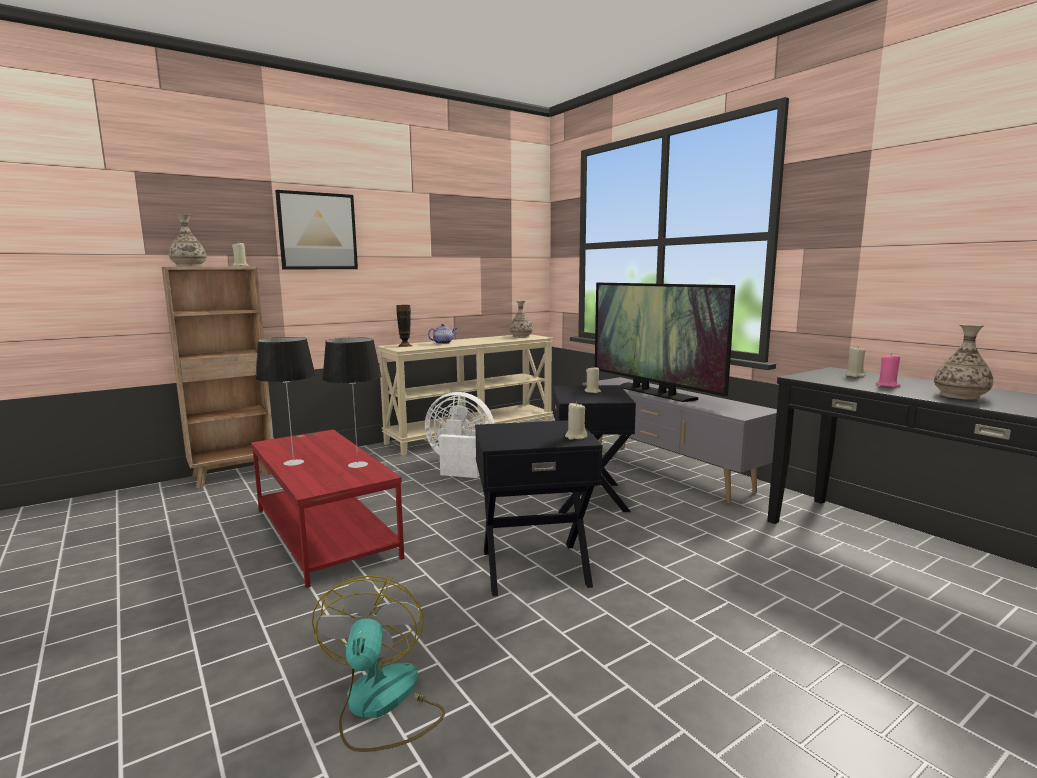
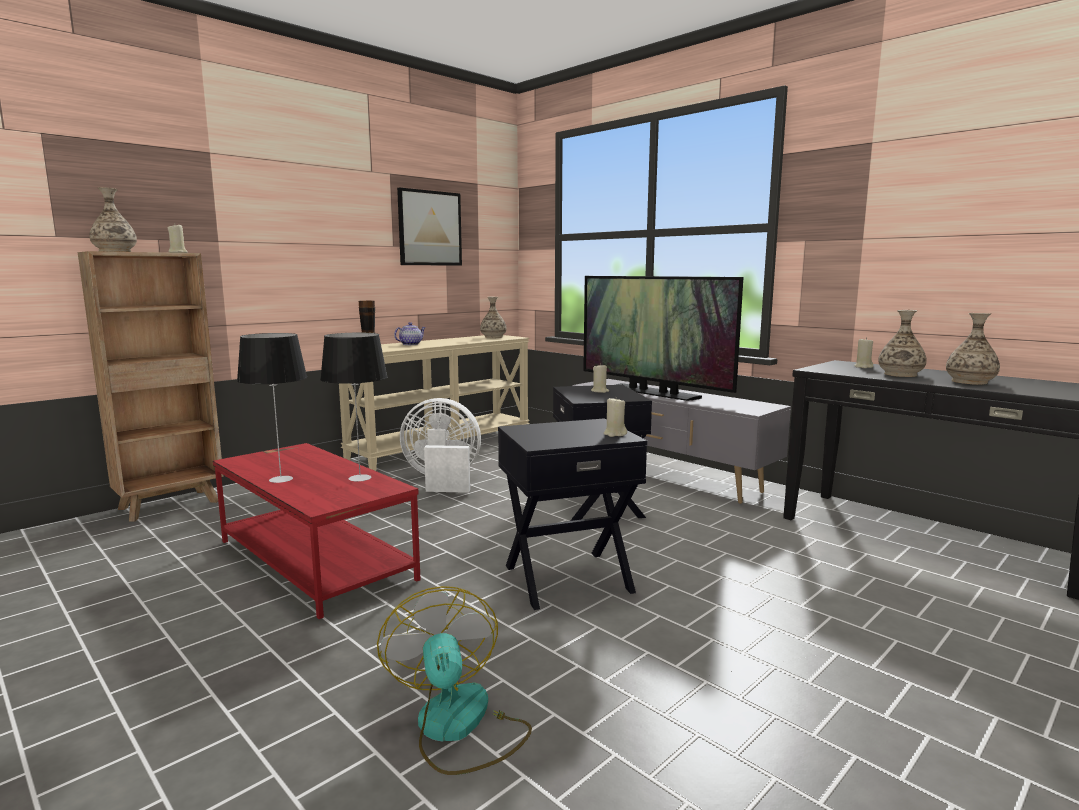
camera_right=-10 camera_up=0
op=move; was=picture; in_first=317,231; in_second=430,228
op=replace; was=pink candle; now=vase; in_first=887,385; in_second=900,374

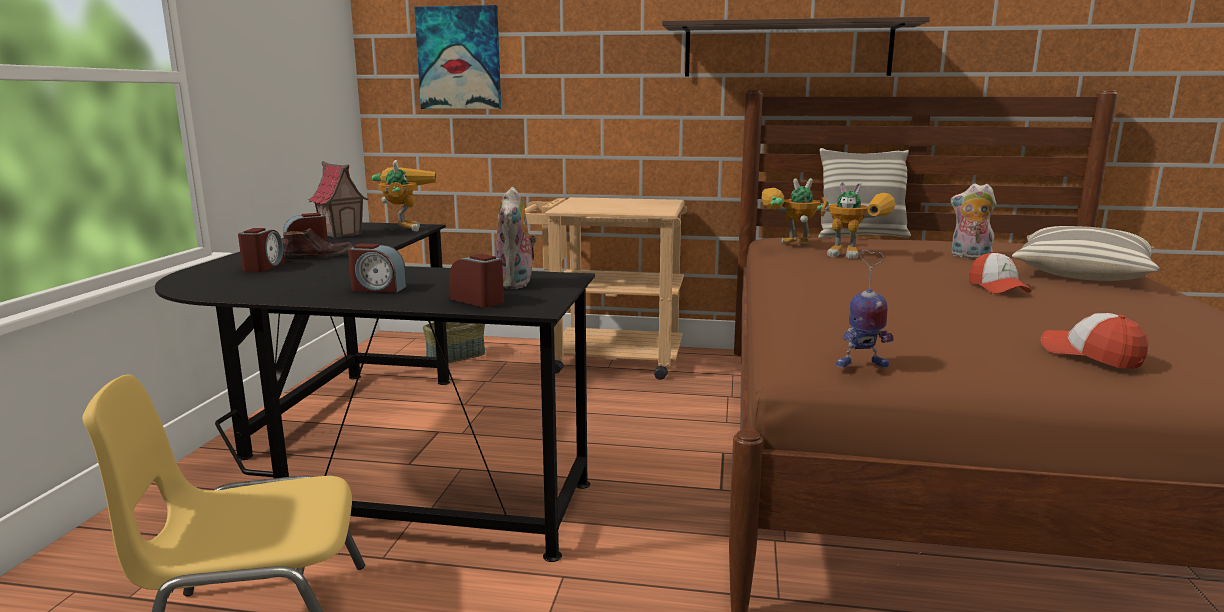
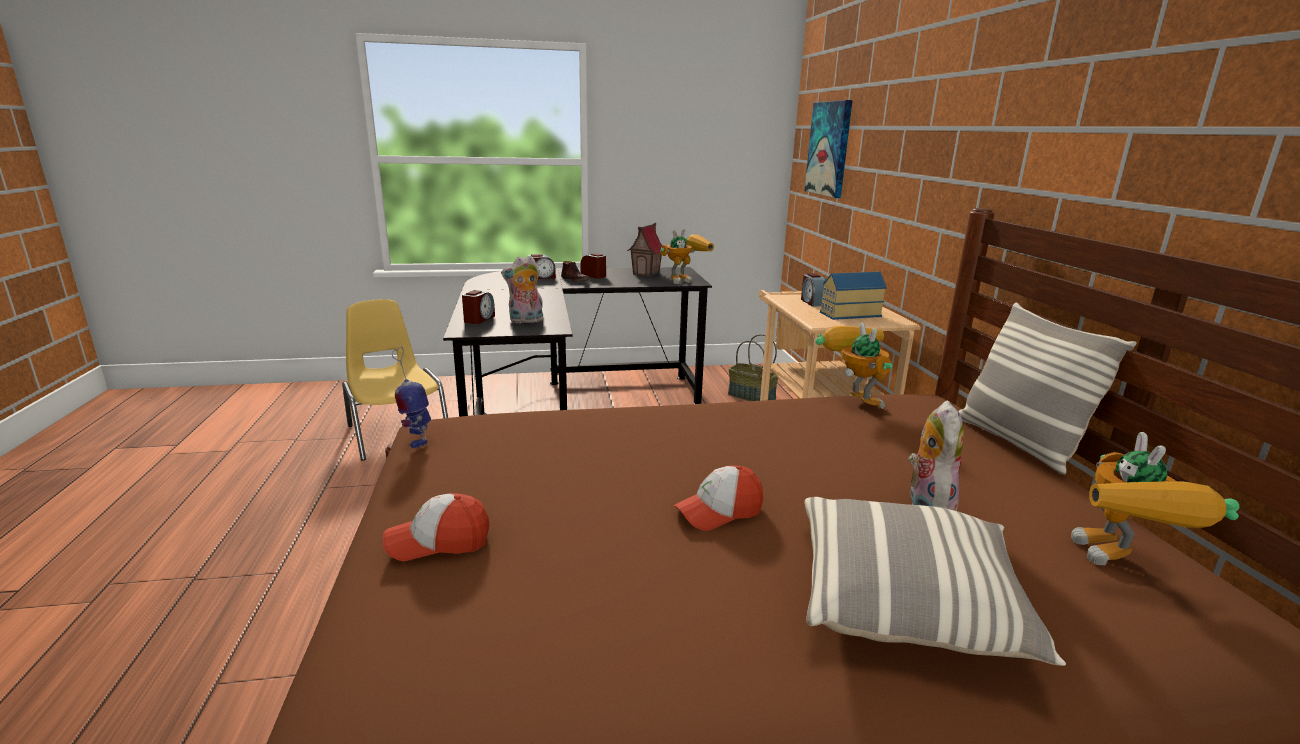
camera_right=70 camera_up=5
op=rotate; was=cap; in_first=1091,355; in_second=438,542; clockwise=-135
op=move; was=alarm clock; in_first=378,288; in_second=813,302
op=insert; now=toy house; in_second=848,313
op=move; was=toy robot; in_first=857,256; in_second=1121,565
op=delete; was=shelf; in_first=787,50

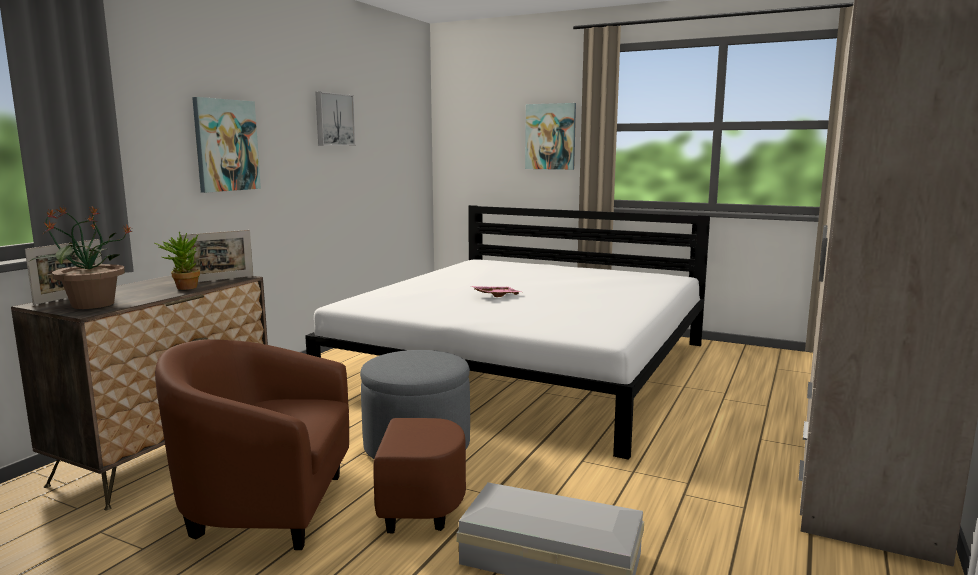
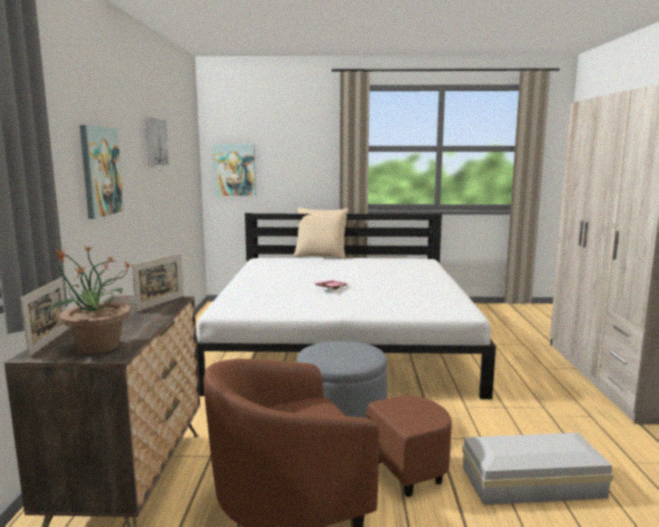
camera_right=-25 camera_up=0
op=move; was=picture; in_first=550,136; in_second=234,170
op=insert; now=beige pillow; in_second=321,256
op=delete; was=potted plant; in_first=182,288

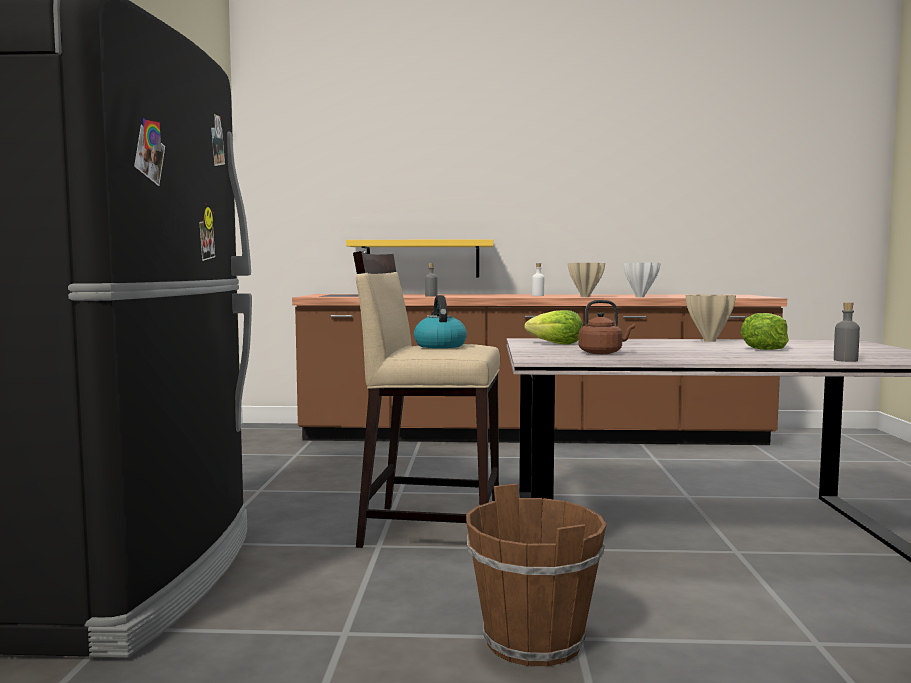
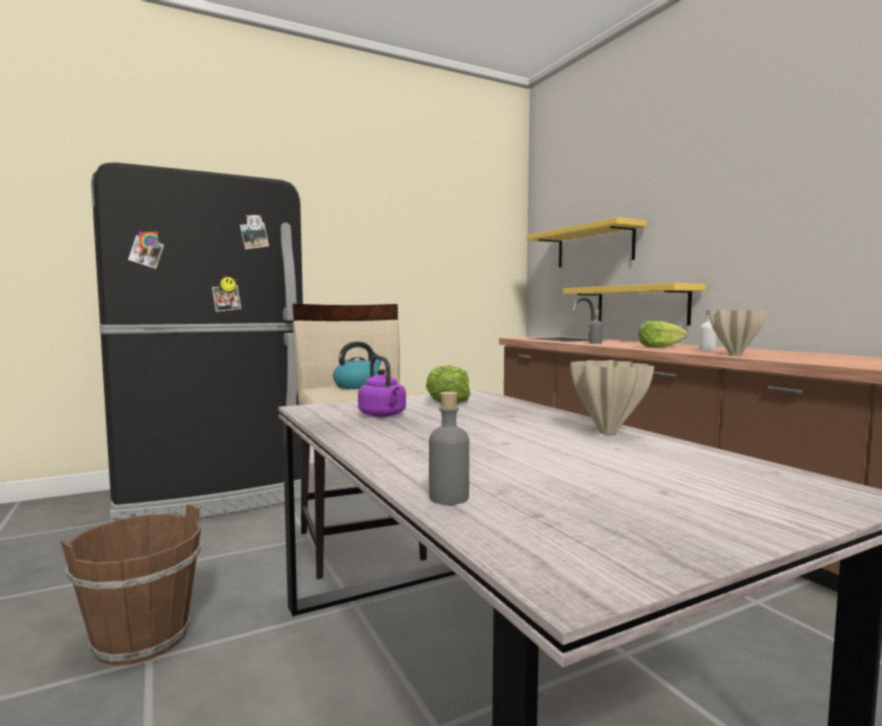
camera_right=60 camera_up=0
op=recolor; was=brown kettle; now=purple kettle; in_first=602,353; in_second=383,415
op=insert; now=yellow shelf; in_second=594,246
op=move; was=lettuce; in_first=765,348; in_second=658,347
op=delete; was=white vase; in_first=640,297

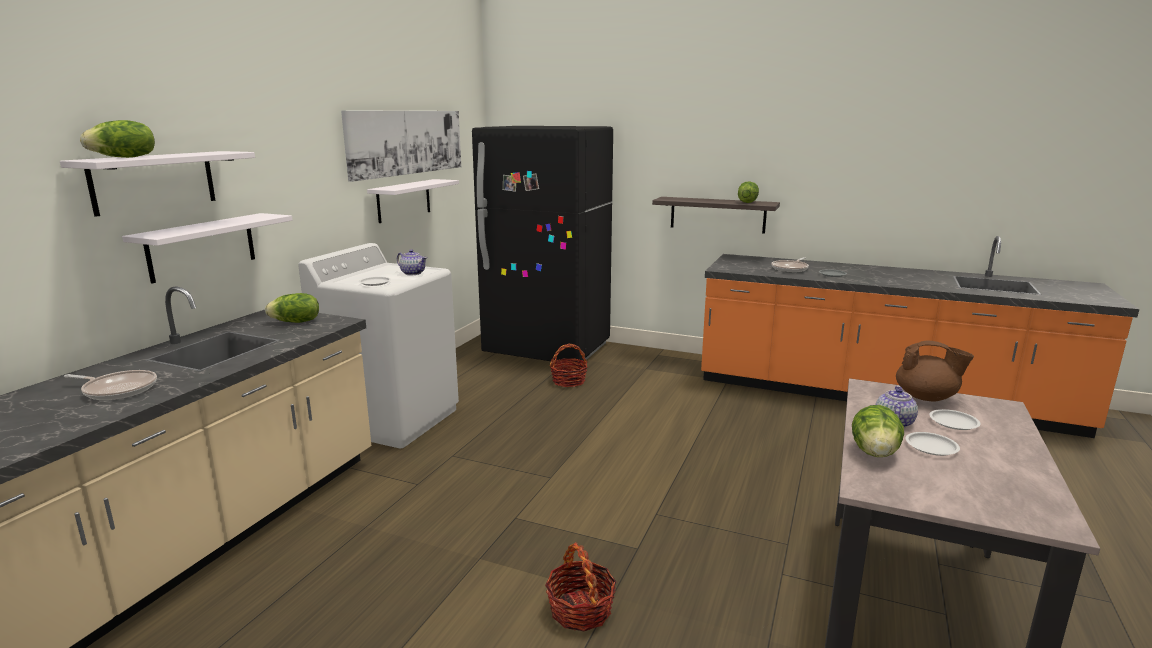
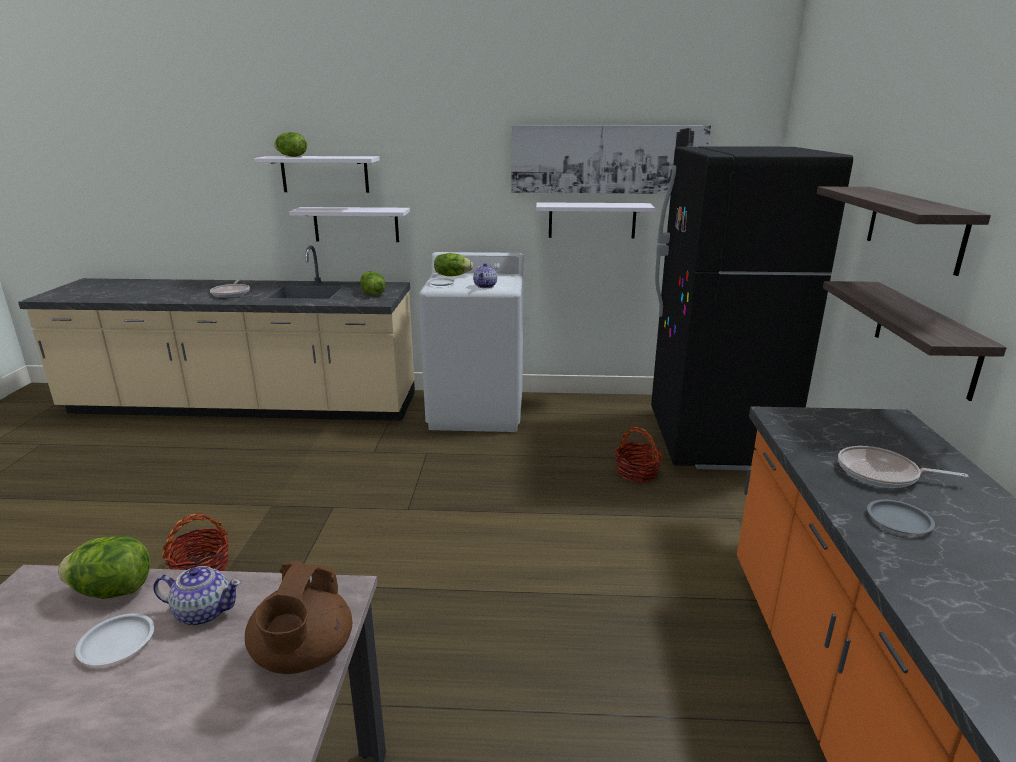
camera_right=70 camera_up=5
op=move; was=lettuce; in_first=747,202; in_second=452,275
op=insert; now=shelf; in_second=914,227
op=delete; was=white plate; in_first=953,423

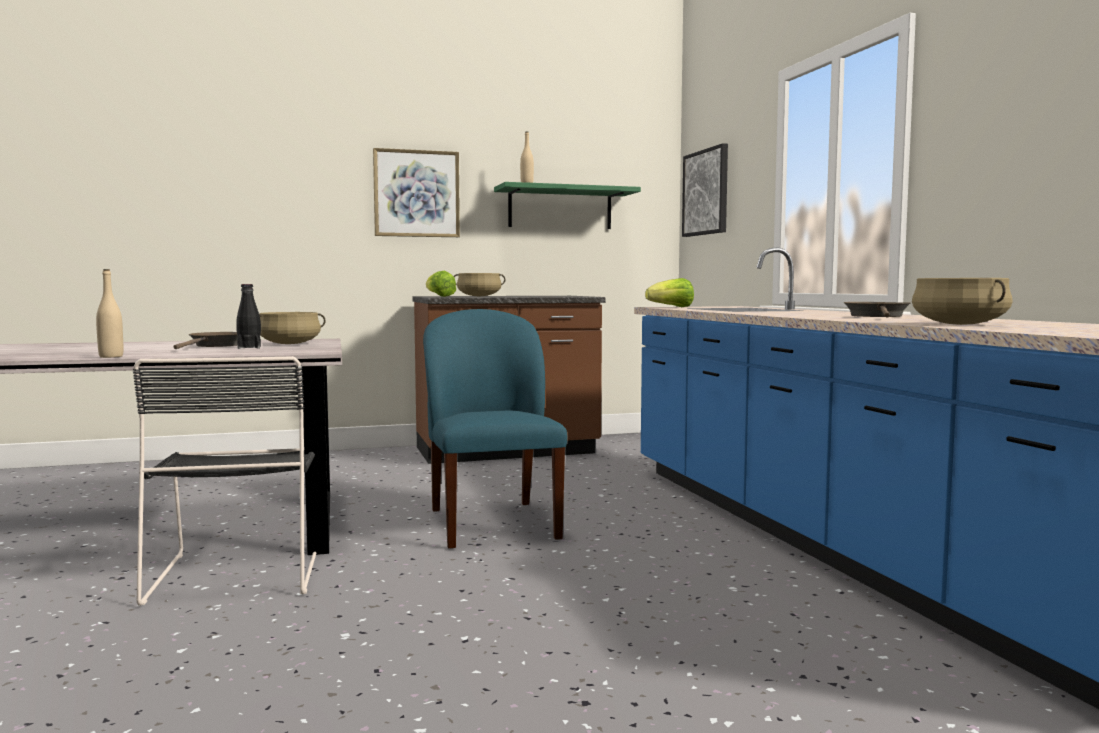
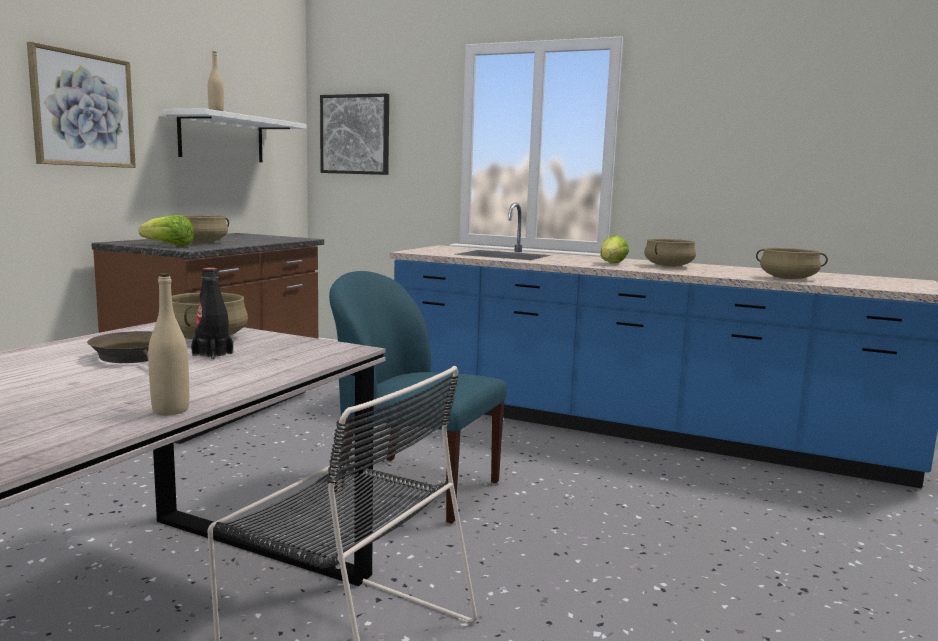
camera_right=-50 camera_up=5
op=recolor; was=green shelf; now=white shelf; in_first=560,208; in_second=222,138
op=move; was=lettuce; in_first=672,307; in_second=611,264
op=replace; was=brown frying pan; now=beige cooking pot; in_first=877,316; in_second=668,266

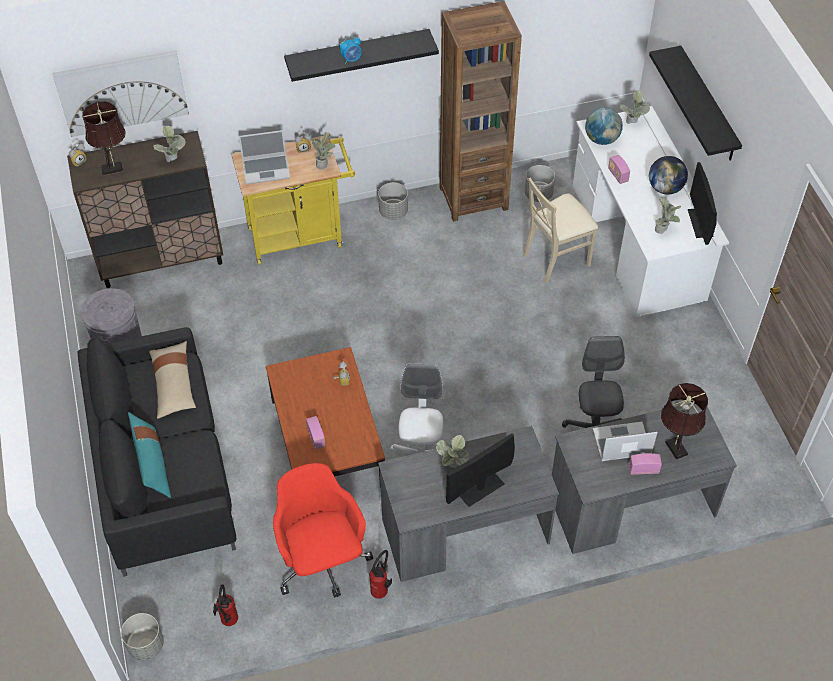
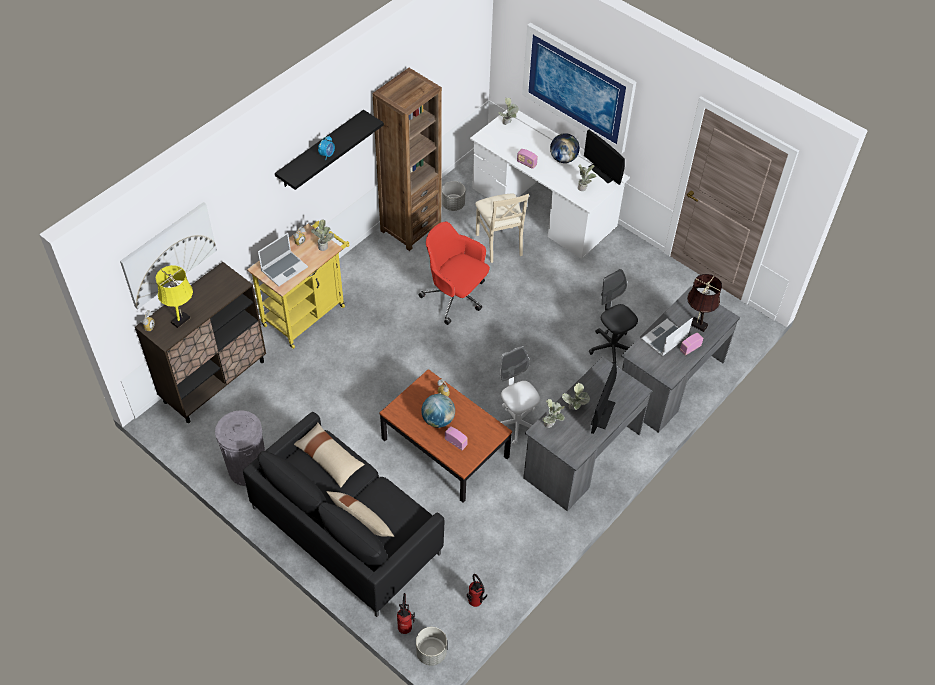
camera_right=-35 camera_up=0
op=recolor; was=brown table lamp; now=yellow table lamp; in_first=114,168; in_second=182,319
op=recolor; was=turquoise pillow; now=beige pillow; in_first=152,464; in_second=361,521
op=move; was=fire extinguisher; in_first=381,591; in_second=406,626
op=move; was=red office chair; in_first=322,561; in_second=455,297
op=move; was=globe; in_first=601,139; in_second=438,420
op=rotate; was=beige chair; in_first=556,258; in_second=499,244; clockwise=-45
op=replace; was=black shelf; now=picture; in_first=708,105; in_second=577,87
op=move; was=potted plant; in_first=173,161; in_second=551,424
op=delete; was=grey planter; in_first=393,212

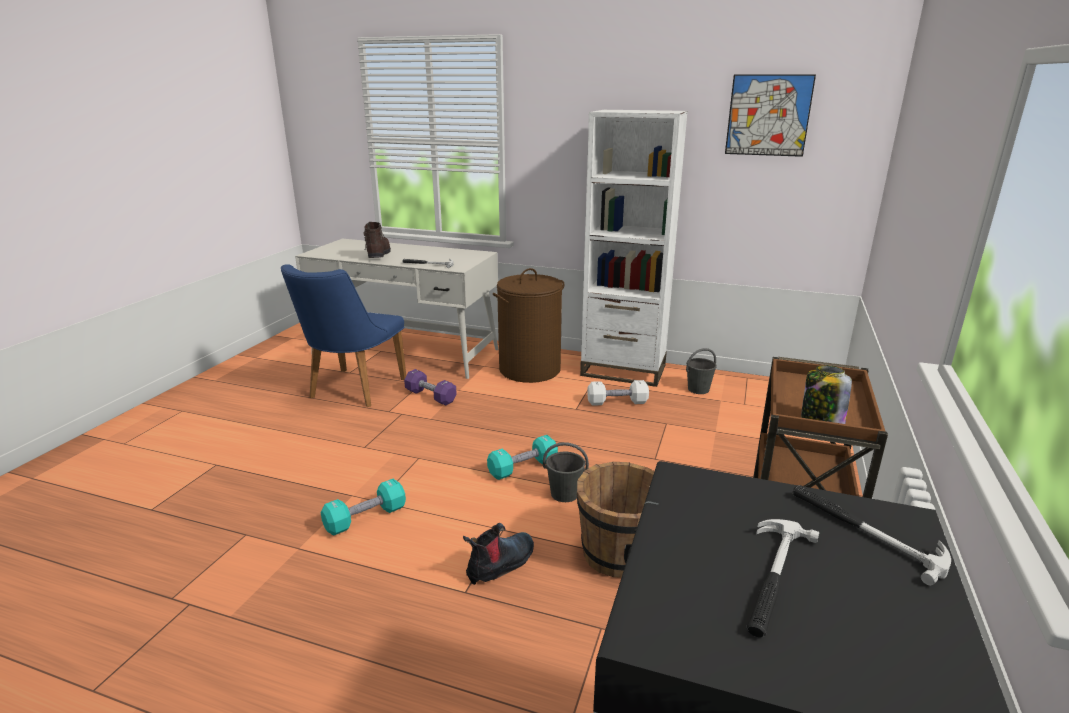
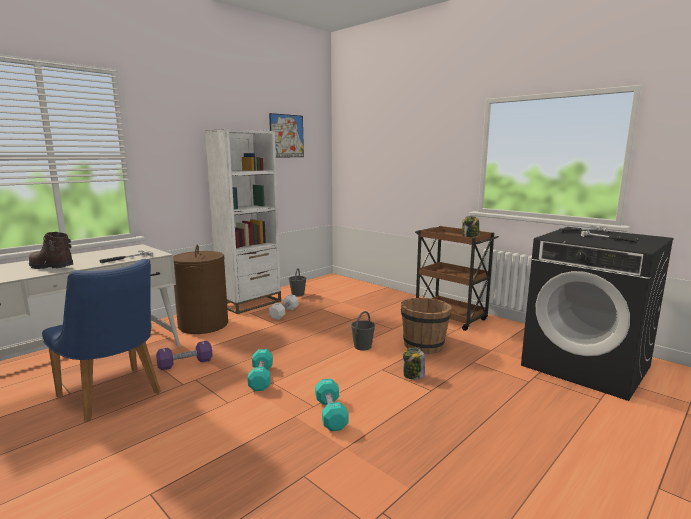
camera_right=-65 camera_up=-10
op=move; was=turquoise dumbbell; in_first=523,468; in_second=261,378
op=replace; was=boot; now=jar; in_first=501,564; in_second=413,376

